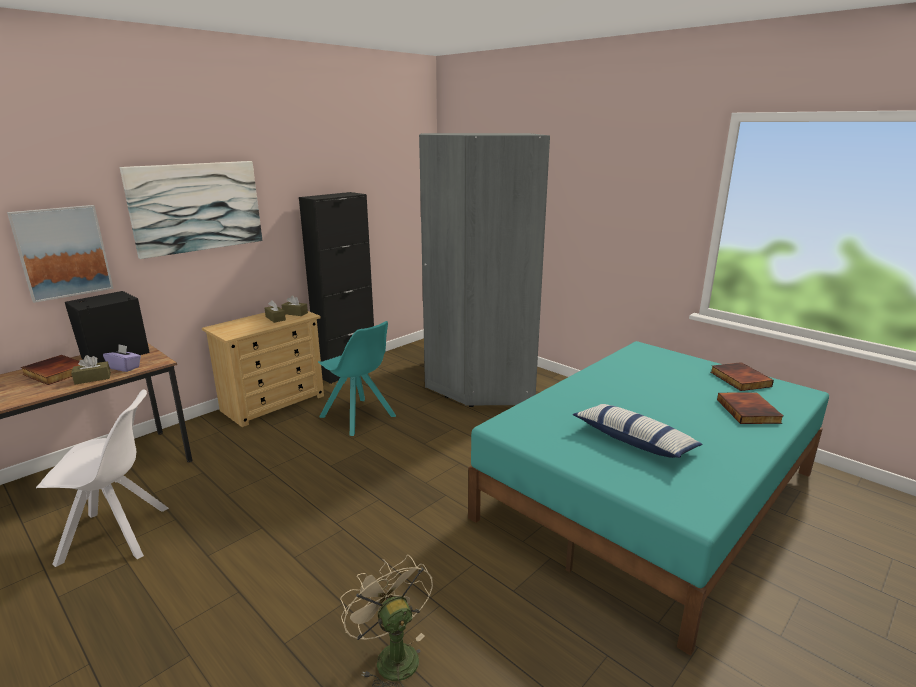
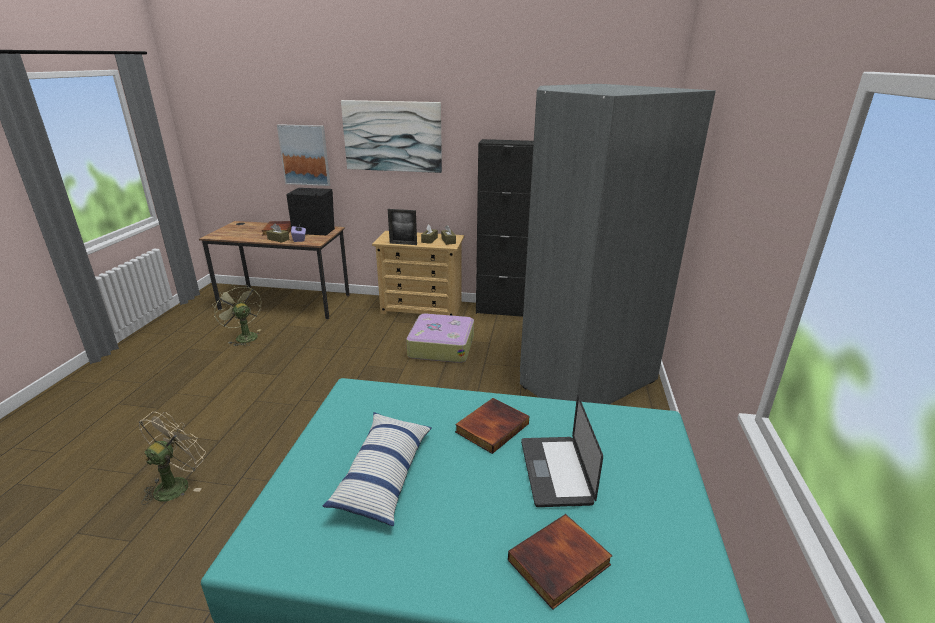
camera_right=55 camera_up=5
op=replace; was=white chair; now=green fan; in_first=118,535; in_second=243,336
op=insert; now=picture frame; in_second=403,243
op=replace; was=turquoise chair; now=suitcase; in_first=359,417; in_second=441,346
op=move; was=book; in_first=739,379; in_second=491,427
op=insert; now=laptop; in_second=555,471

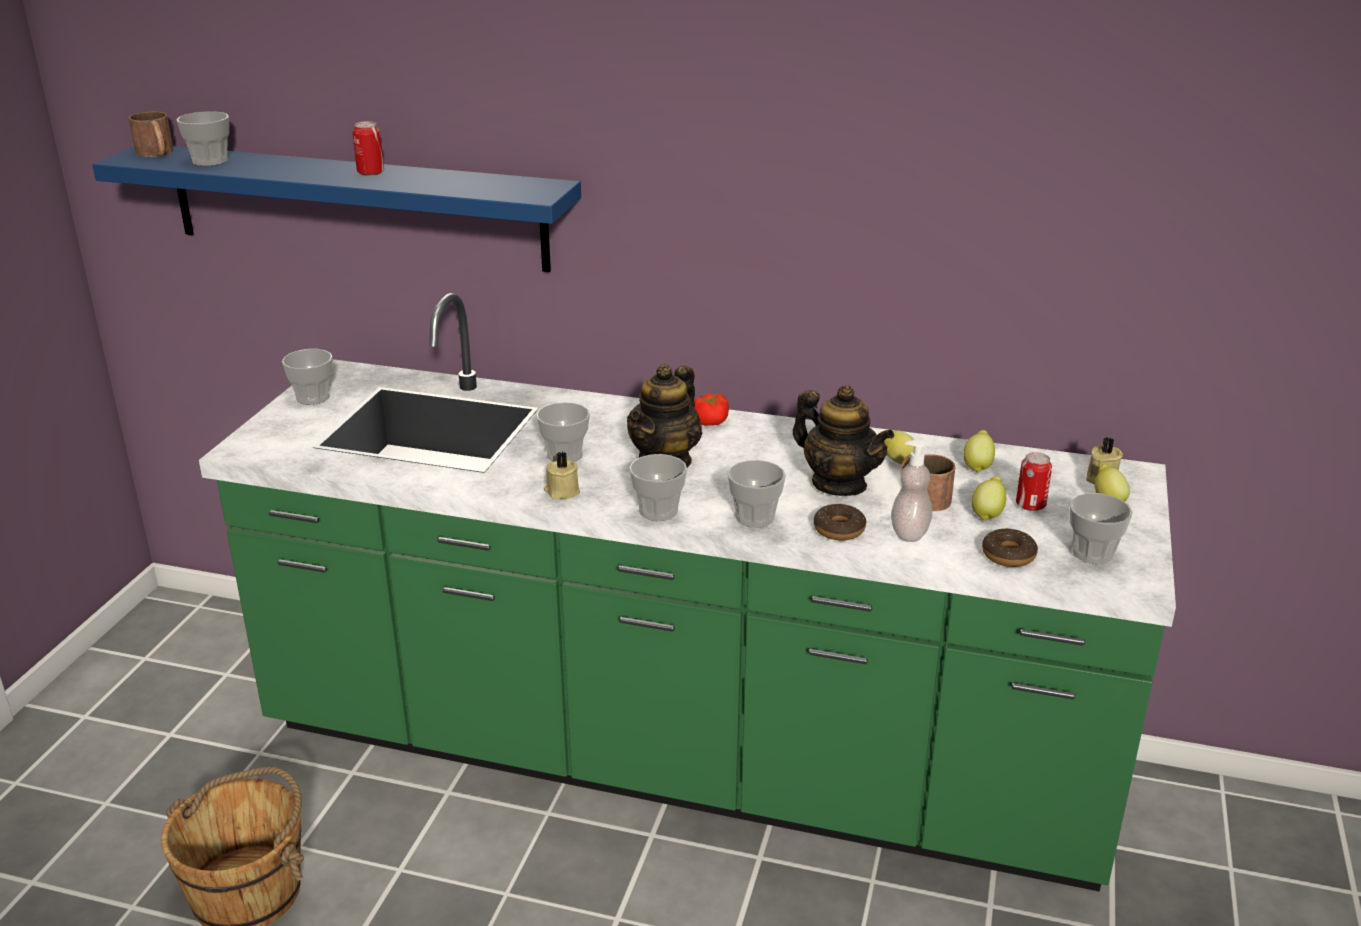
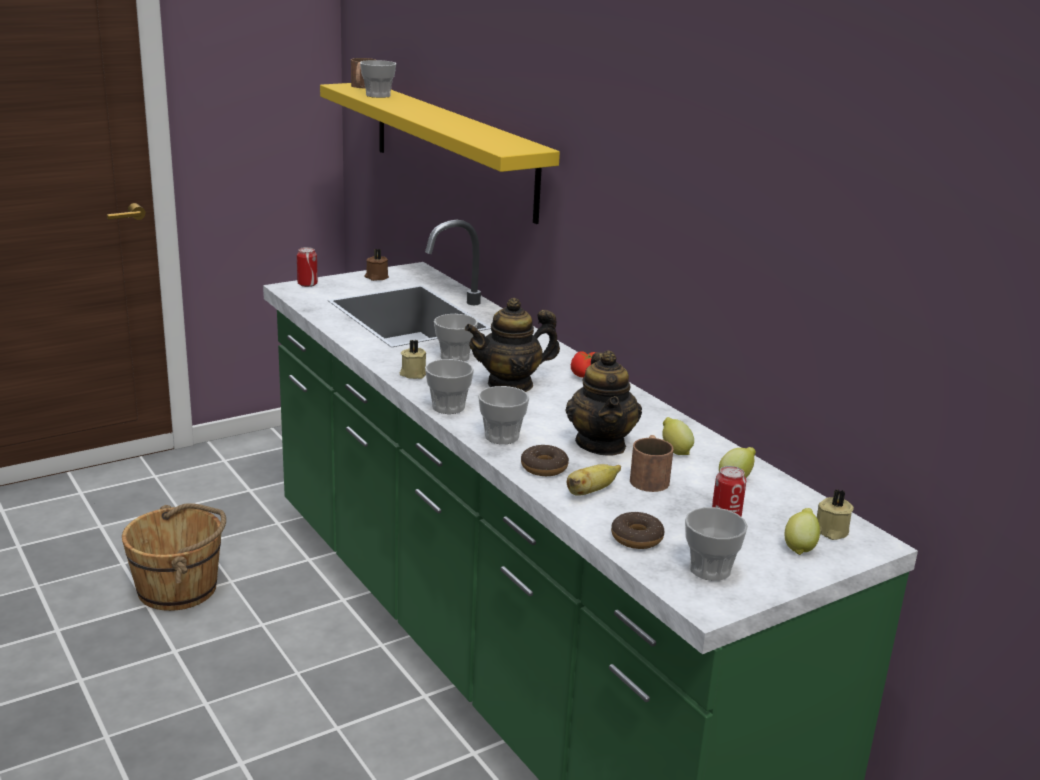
camera_right=40 camera_up=-5
op=move; was=can; in_first=370,173; in_second=307,284
op=recolor; was=blue shelf; now=yellow shelf; in_first=357,207; in_second=452,148
op=replace; was=cup; now=brown candle; in_first=313,397; in_second=376,277
op=replace; was=soap dispenser; now=banana; in_first=909,533; in_second=590,492
op=delete; was=lemon; in_first=987,514

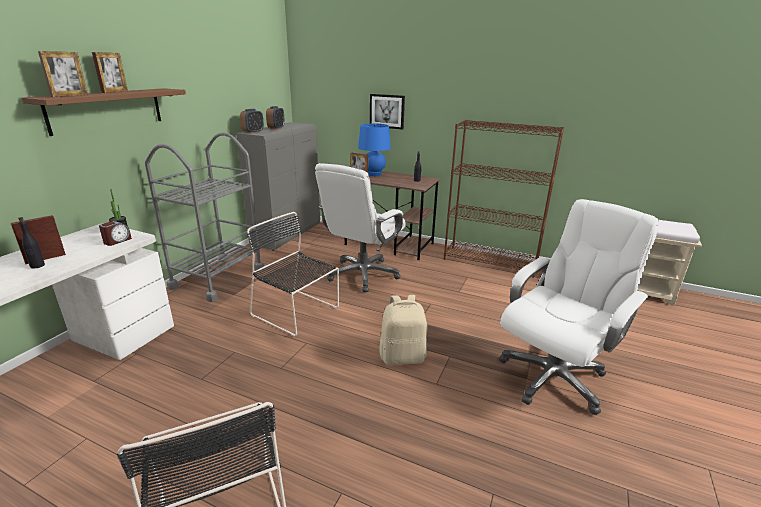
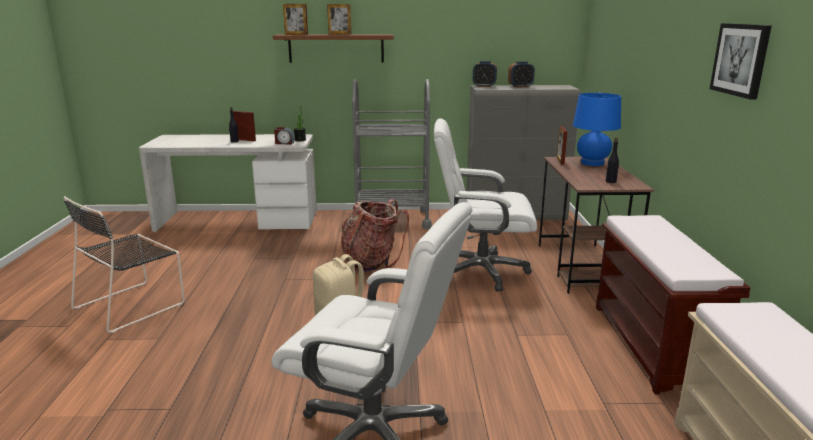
camera_right=65 camera_up=-5
op=replace; was=black chair; now=backpack; in_first=297,312; in_second=371,262
op=replace; was=brown bookcase; now=brown bench; in_first=491,261; in_second=651,346
op=move; was=picture; in_first=387,111; in_second=741,59

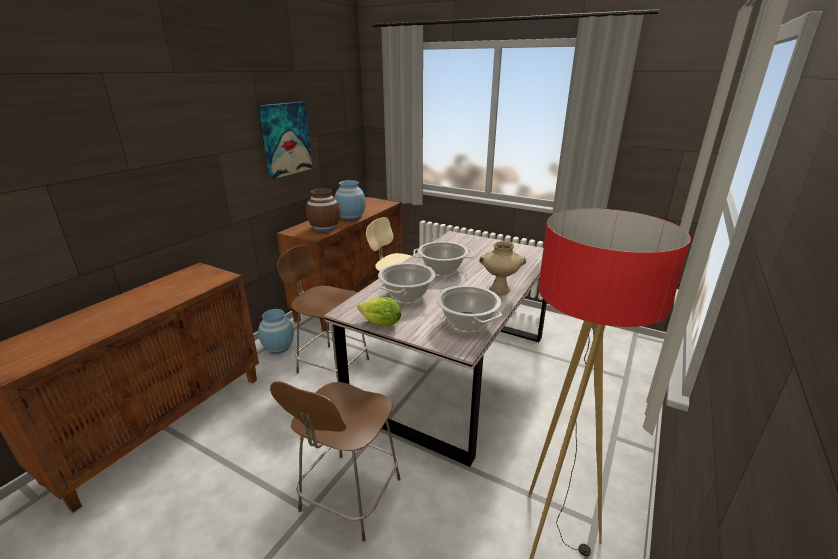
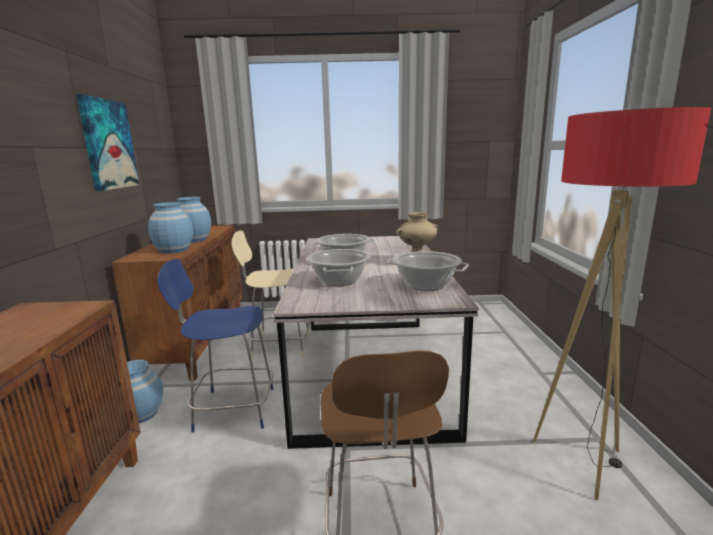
camera_right=-30 camera_up=-10
op=recolor; was=brown vase; now=blue vase; in_first=325,228; in_second=174,250
op=recolor; was=brown chair; now=blue chair; in_first=331,365; in_second=232,409
op=delete; was=lettuce; in_first=381,324

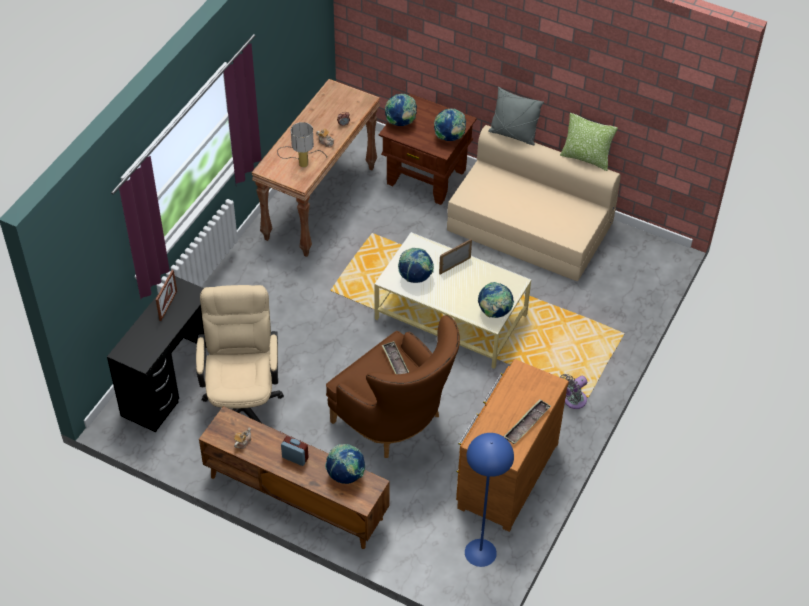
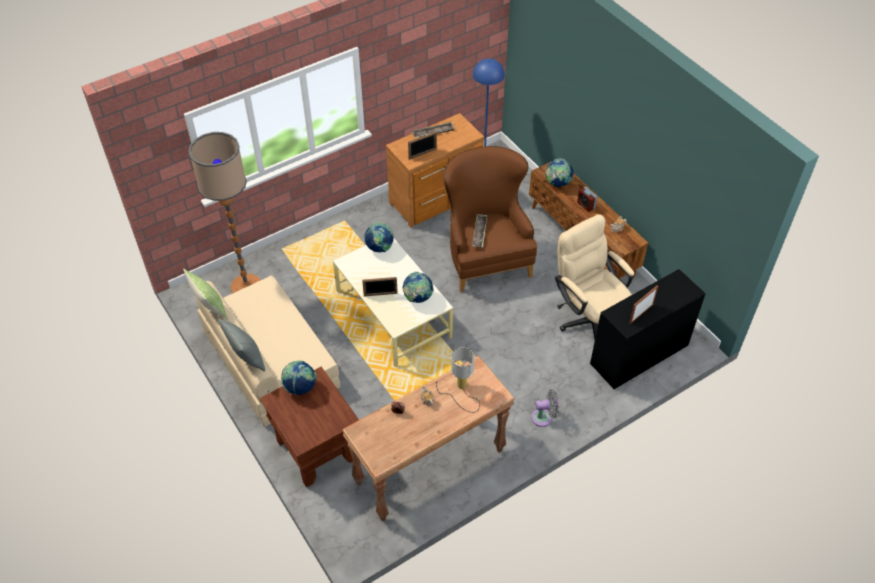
camera_right=-150 camera_up=0
op=insert; now=floor lamp; in_second=246,286
op=insert; now=picture frame; in_second=422,154
op=move; was=grey fan; in_first=573,401; in_second=544,417
op=rotate; was=beige office chair; in_first=243,401; in_second=588,317; clockwise=120
op=delete; was=globe; in_first=400,122

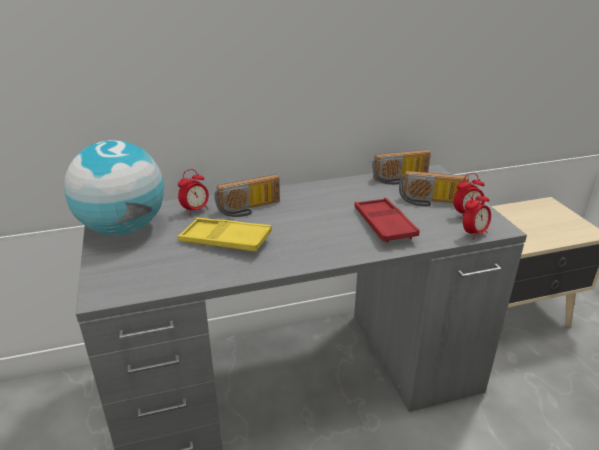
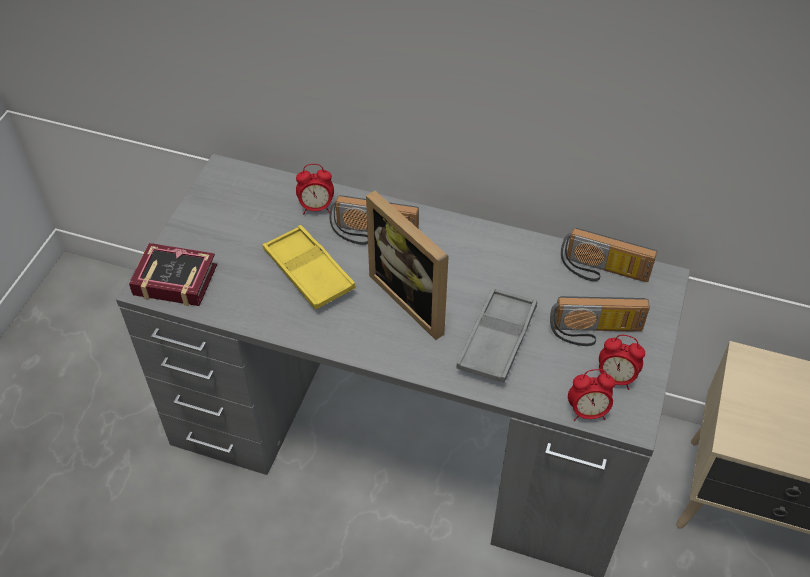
camera_right=35 camera_up=20
op=insert; now=book; in_second=172,278
op=insert; now=picture frame; in_second=415,298
op=recolor; was=red tray; now=grey tray; in_first=384,224; in_second=497,339
op=rotate; was=radio; in_first=430,202; in_second=595,333; clockwise=-45
op=delete; was=globe; in_first=123,228

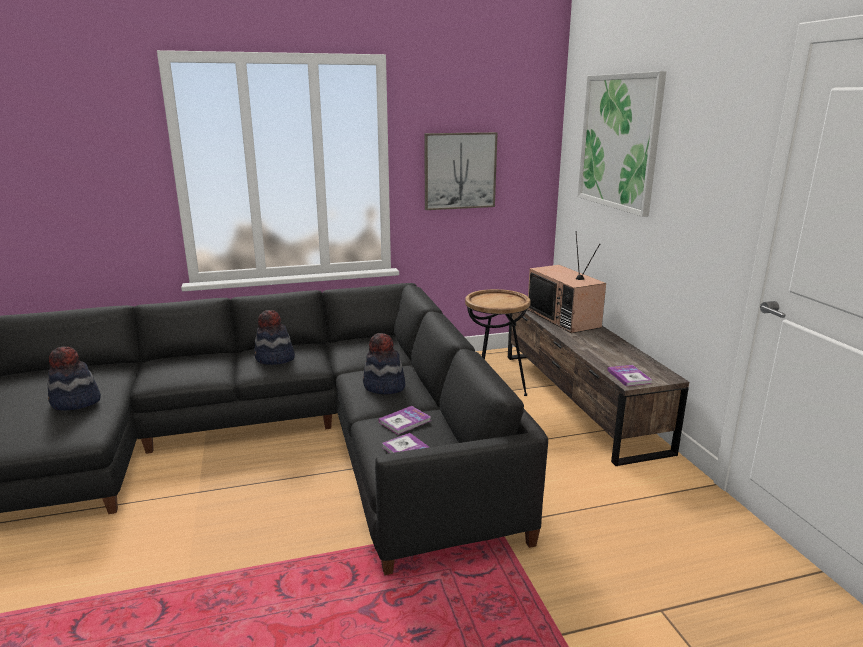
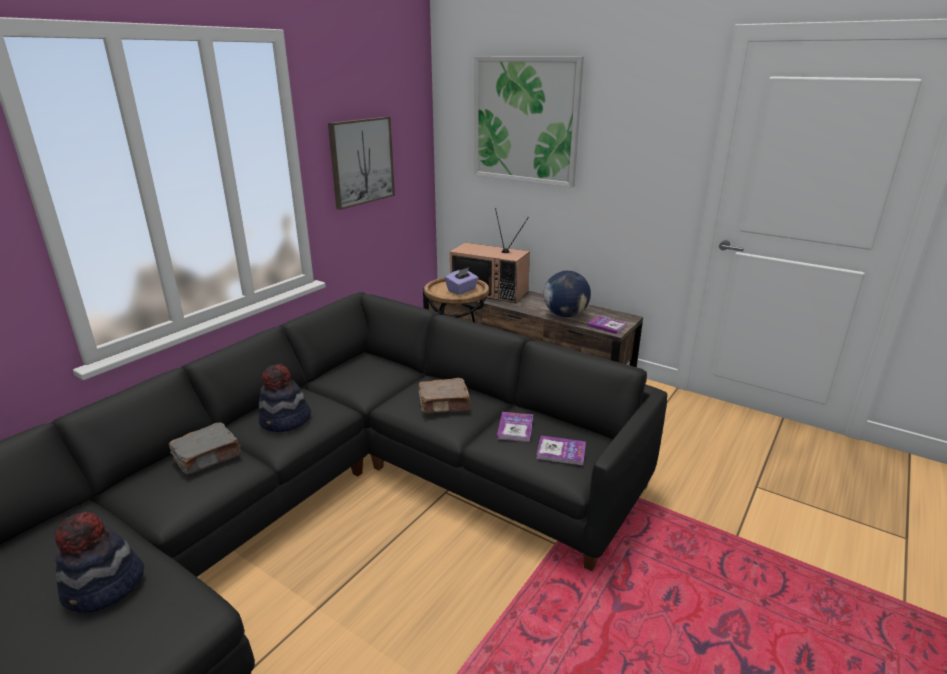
camera_right=-40 camera_up=5
op=insert; now=grey book; in_second=208,457
op=replace; was=hat; now=brown book; in_first=384,386; in_second=445,405
op=insert; now=purple tissue box; in_second=462,290
op=insert; now=globe; in_second=565,315

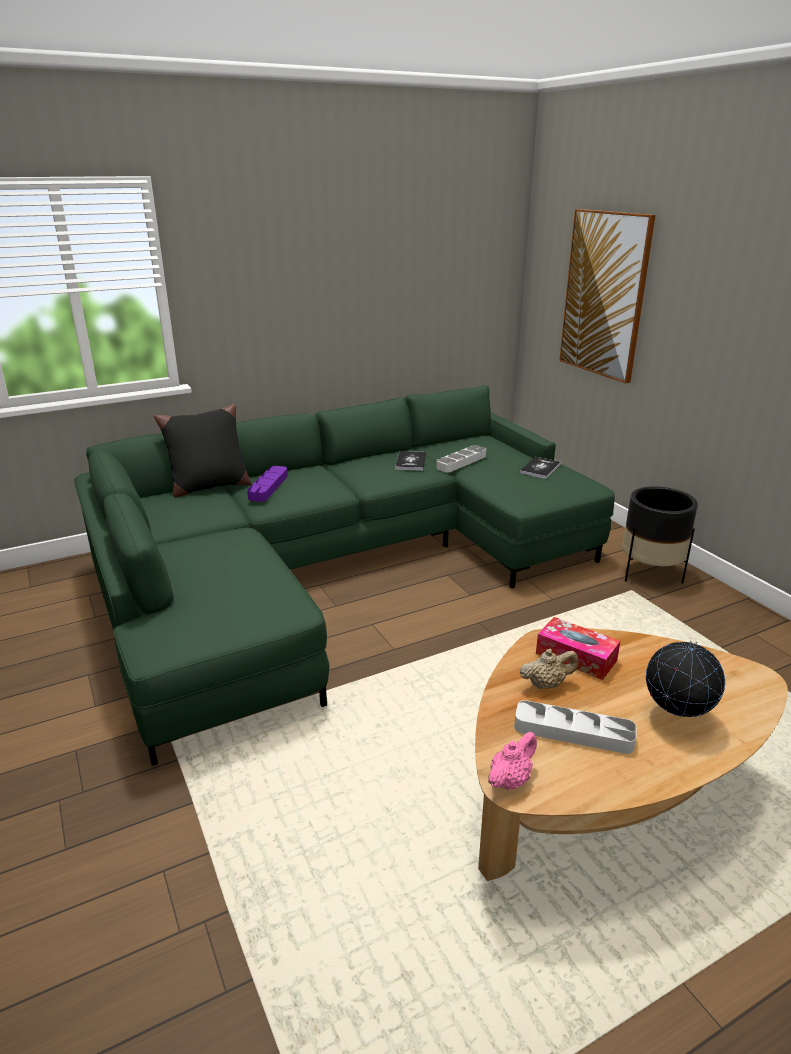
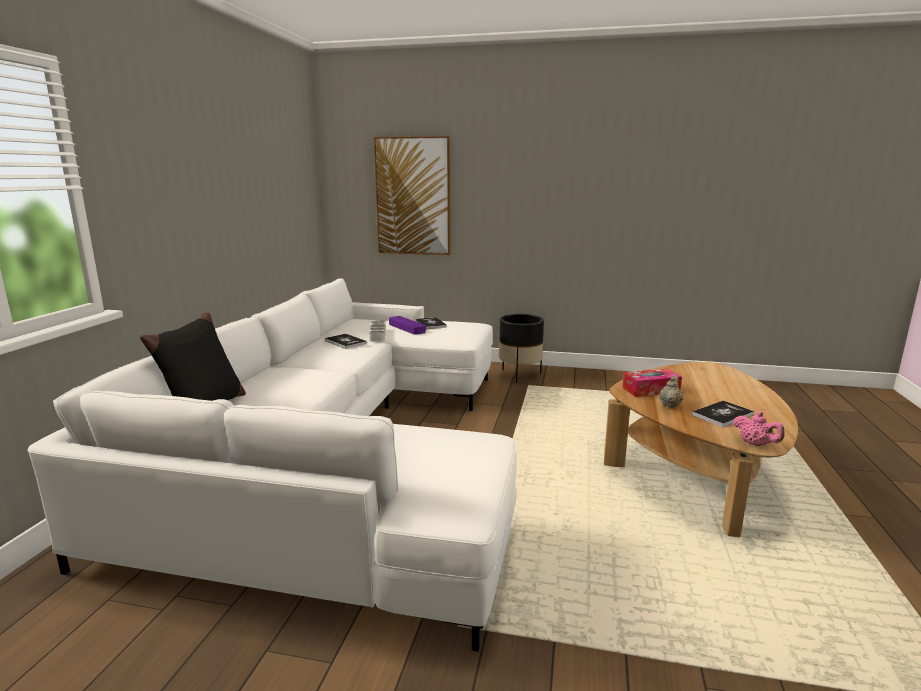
camera_right=-50 camera_up=-10
op=recolor; was=green sofa; now=white sofa; in_first=337,569; in_second=339,453
op=move; was=purple tray; in_first=268,487; in_second=407,328
op=replace; was=grey tray; now=book; in_first=573,732; in_second=722,415
op=rotate; was=pink teapot; in_first=510,780; in_second=755,444; clockwise=150
op=delete; was=globe; in_first=676,716

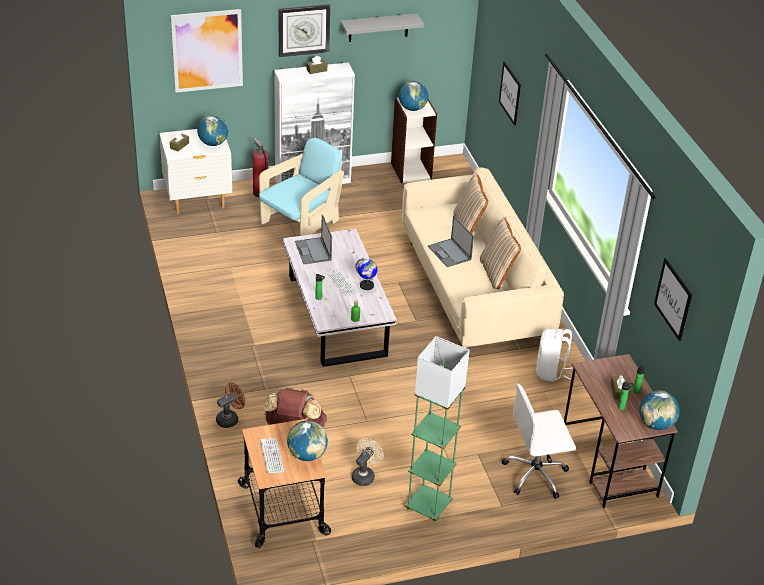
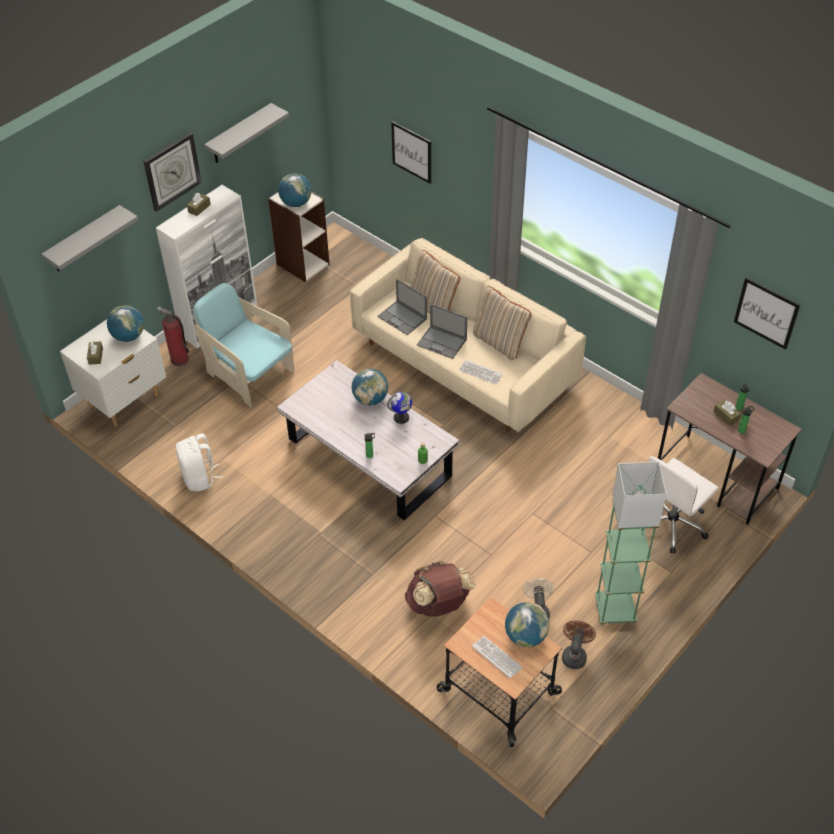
camera_right=-30 camera_up=10
op=replace; was=picture; now=grey shelf; in_first=207,50; in_second=84,240
op=move; was=white backpack; in_first=550,371; in_second=200,478
op=rotate; was=turquoise armchair; in_first=301,223; in_second=249,374; clockwise=-60
op=move; was=globe; in_first=655,424; in_second=370,399
op=move; was=laptop; in_first=313,251; in_second=403,318
op=move; was=keyboard; in_first=342,283; in_second=480,372
op=move; was=brown fan; in_first=230,418; in_second=574,654

